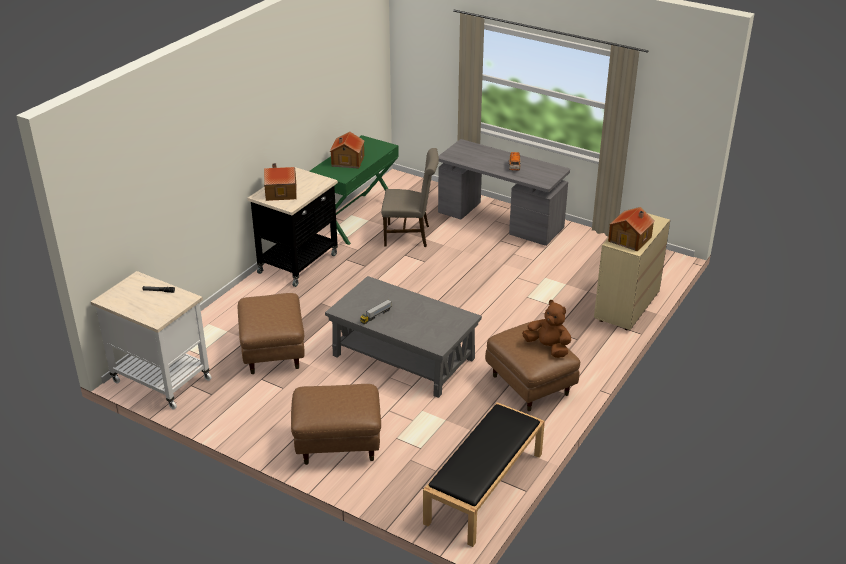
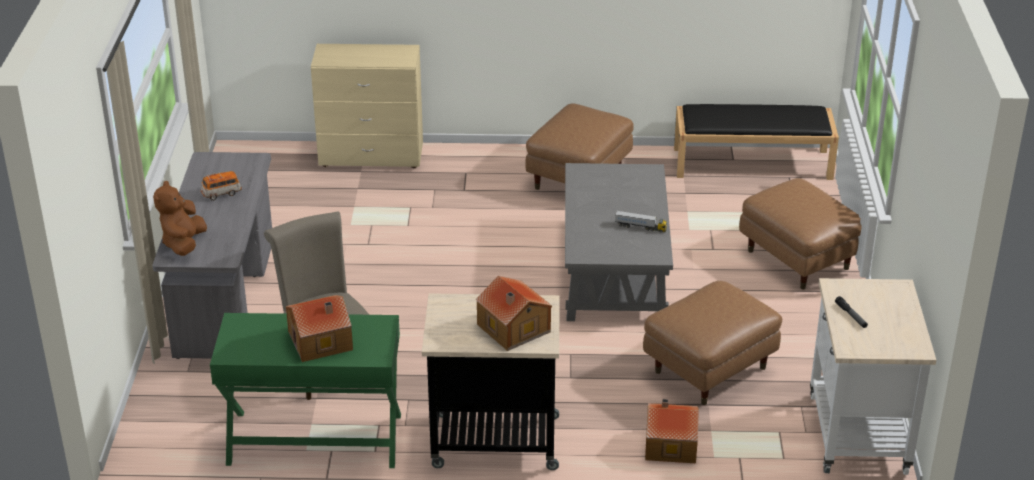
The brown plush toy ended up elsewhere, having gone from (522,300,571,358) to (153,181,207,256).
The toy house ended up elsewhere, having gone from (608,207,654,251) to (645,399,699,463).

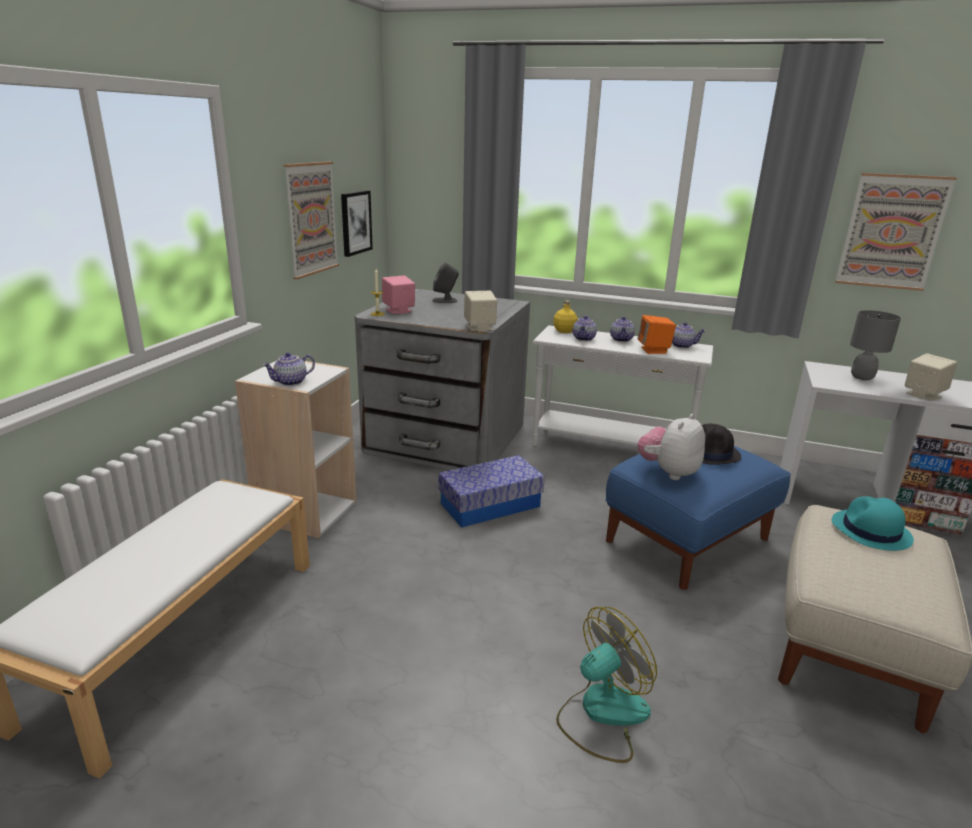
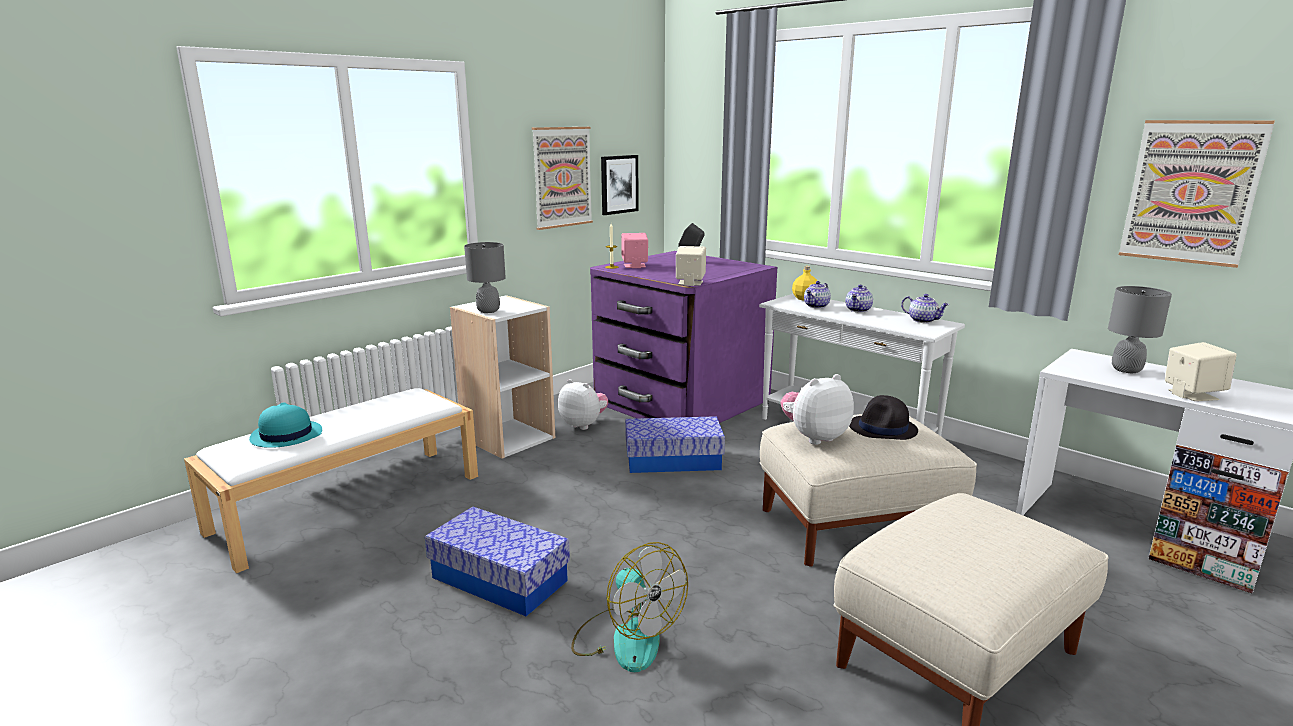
The turquoise hat ended up elsewhere, having gone from (832,496,914,551) to (249,403,322,448).
The second view gained the storage box at (425,507,570,616).
Where the teapot stood at (263,352,315,386), the grey table lamp came to stand at (464,242,506,313).
The second view gained the plush toy at (558,379,608,430).
The fan at (556,607,657,763) ended up facing another way, 60 degrees clockwise from before.
What was the grey dresser at (355,289,530,470) turned into the purple dresser at (590,251,777,423).
What was the blue ottoman at (605,446,791,590) turned into the beige ottoman at (760,414,977,566).
The second view lost the orange speaker at (638,315,676,354).

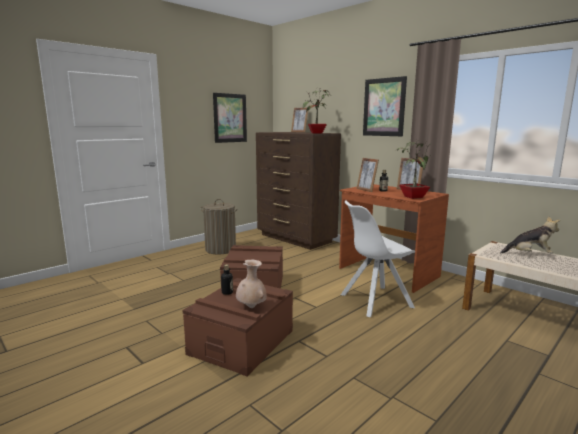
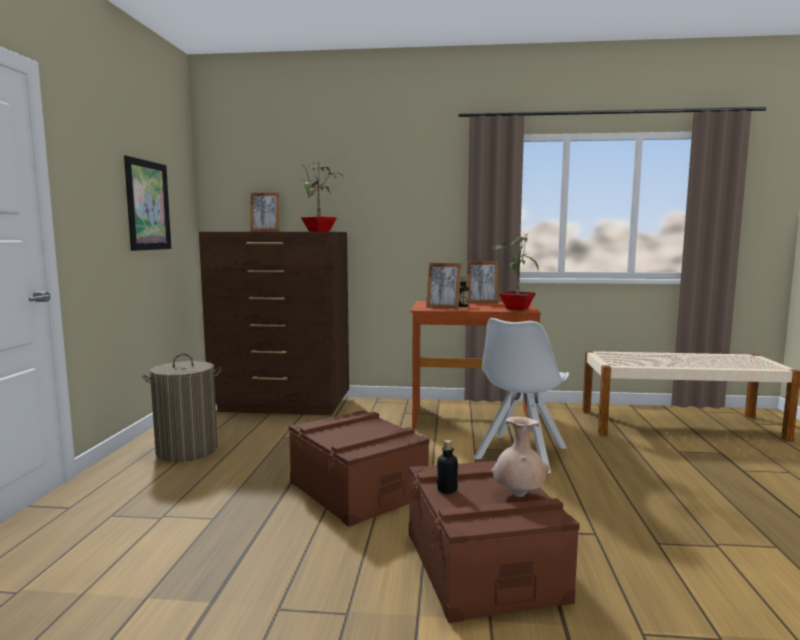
The second view lost the picture at (363,76,407,136).
The second view lost the plush toy at (500,216,560,254).

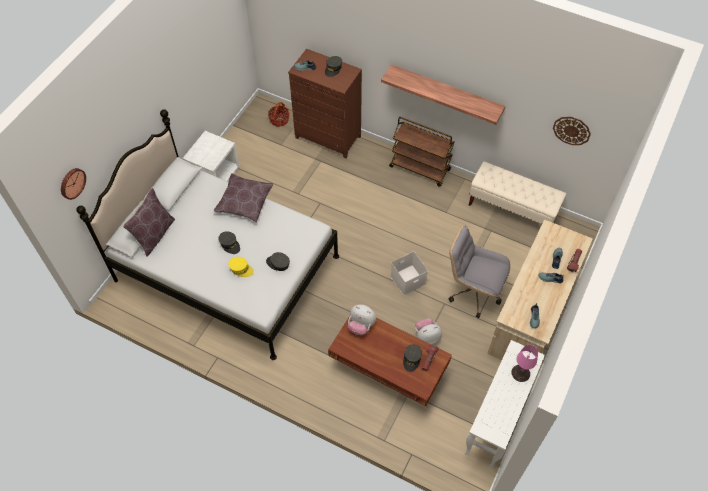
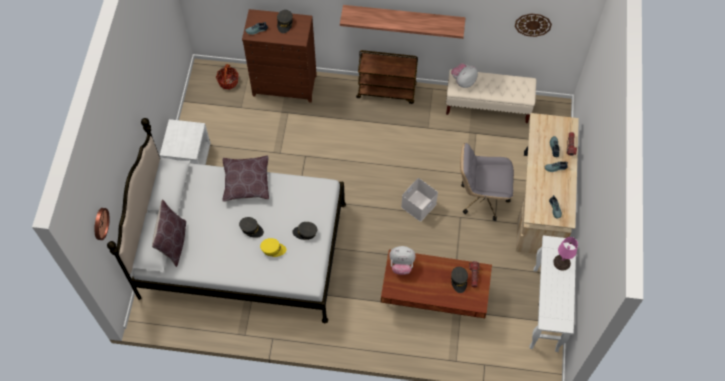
The plush toy ended up elsewhere, having gone from (415,318,442,345) to (451,63,478,88).

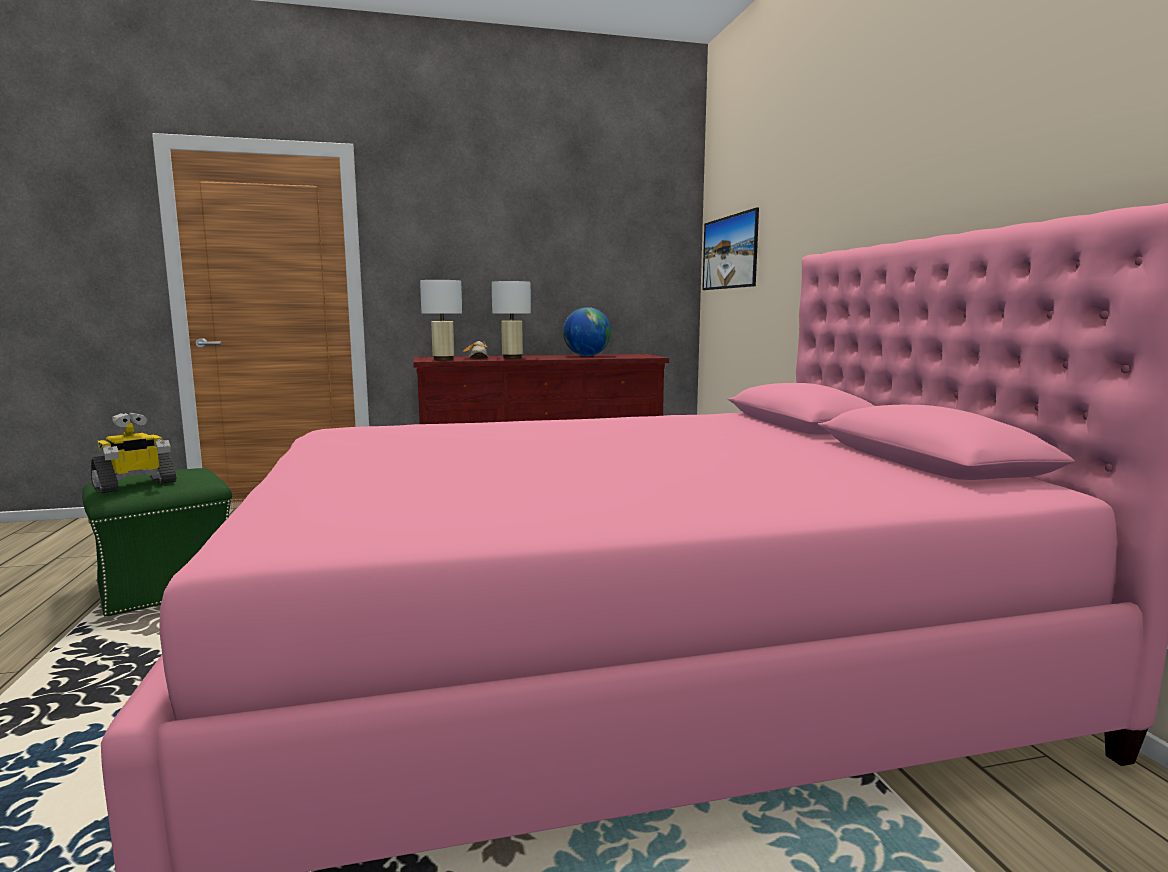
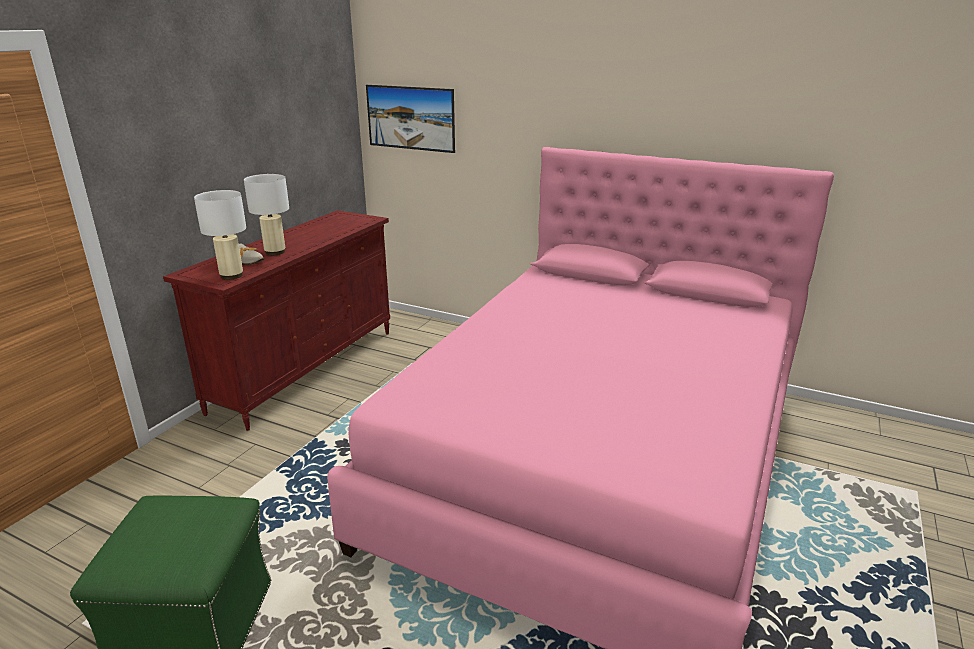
The second view lost the toy robot at (91,412,177,493).
The second view lost the globe at (563,307,611,356).

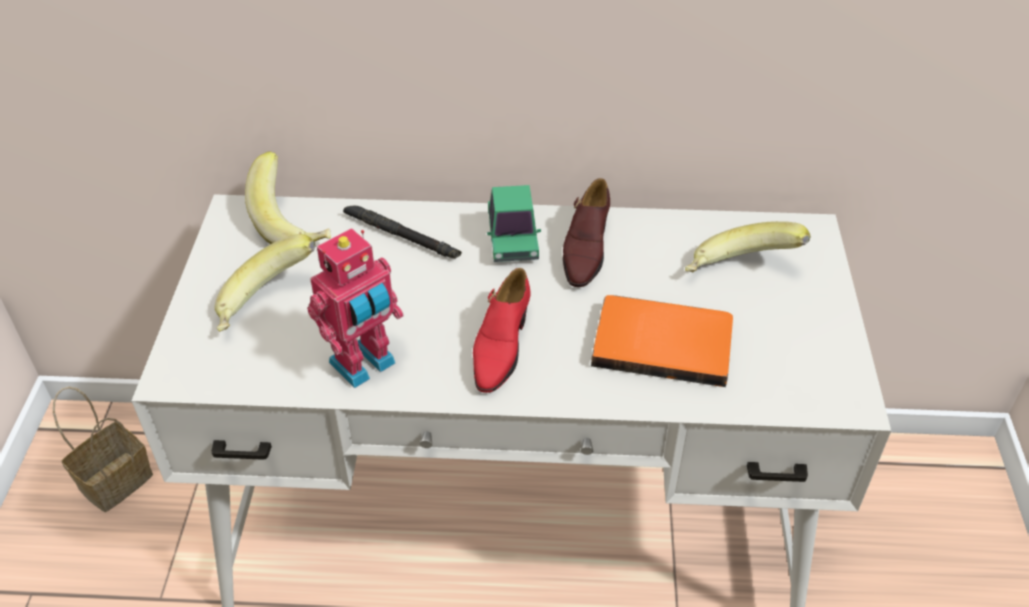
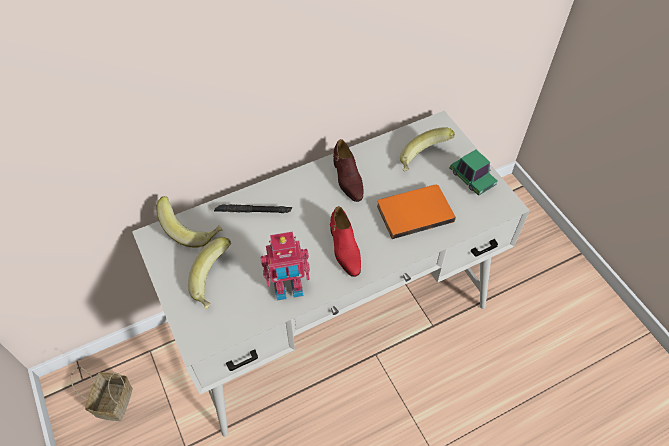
The toy robot at (307,228,403,388) ended up facing another way, 60 degrees clockwise from before.
The toy car ended up elsewhere, having gone from (487,185,541,262) to (449,150,497,196).

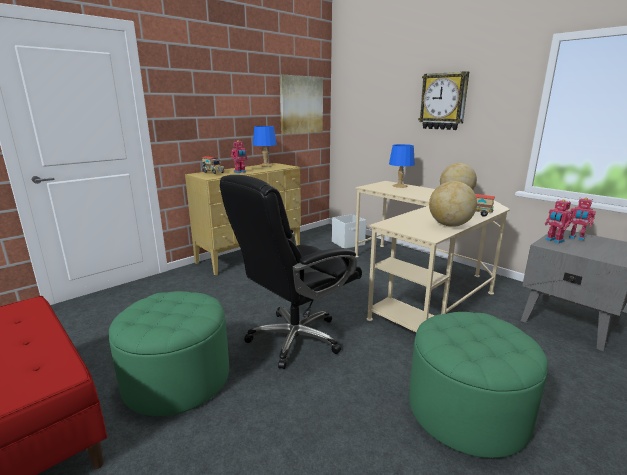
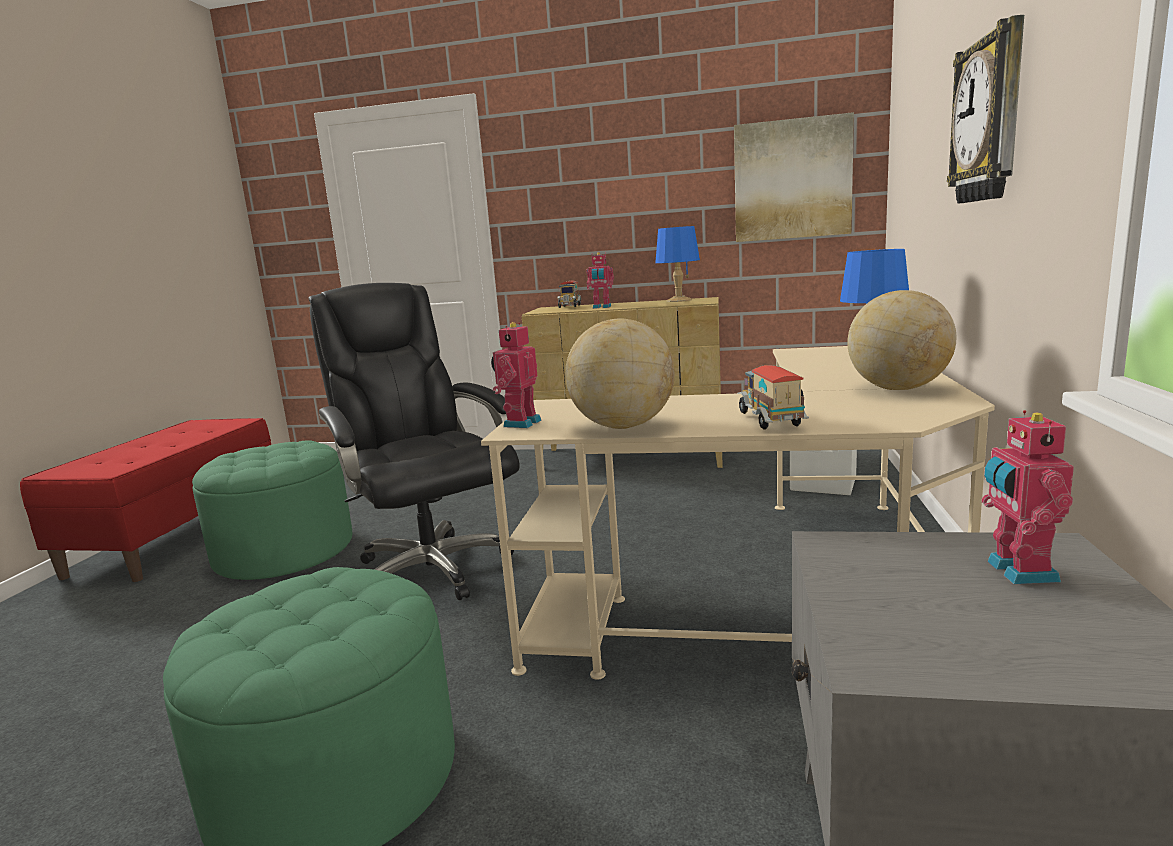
The black office chair at (220,175,362,369) ended up facing another way, 45 degrees clockwise from before.
The toy robot ended up elsewhere, having gone from (545,199,573,243) to (491,322,541,428).

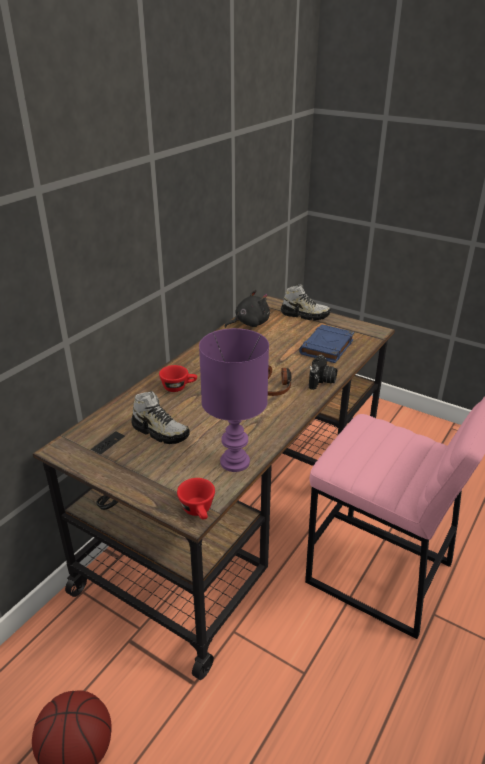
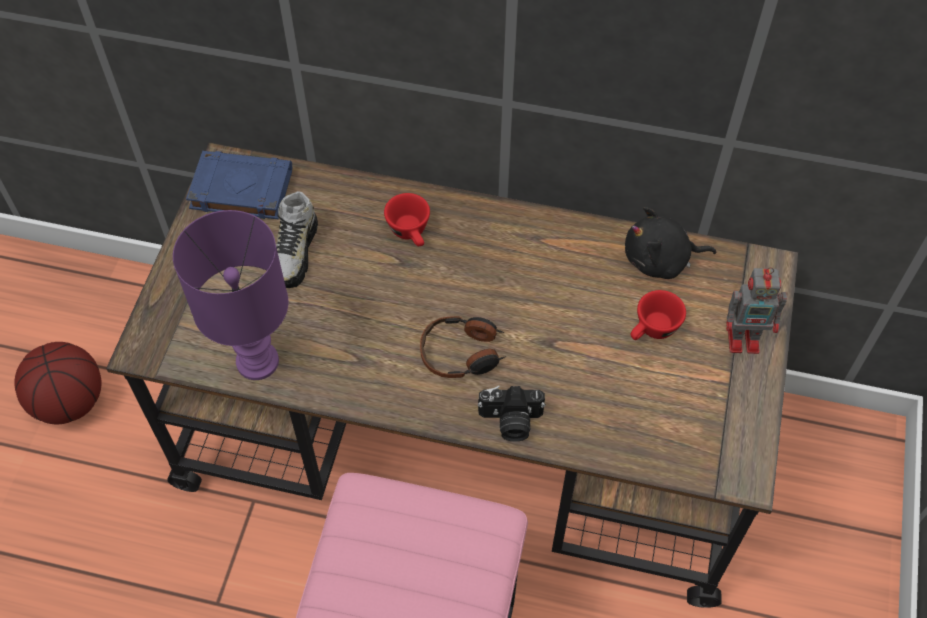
The blue book ended up elsewhere, having gone from (299,324,354,363) to (186,151,292,219).
The black plush toy at (225,290,270,328) ended up facing another way, 135 degrees clockwise from before.
The red cup ended up elsewhere, having gone from (177,478,215,520) to (631,290,686,340).
Where the shoe stood at (281,284,331,320), the toy robot came to stand at (726,268,787,354).

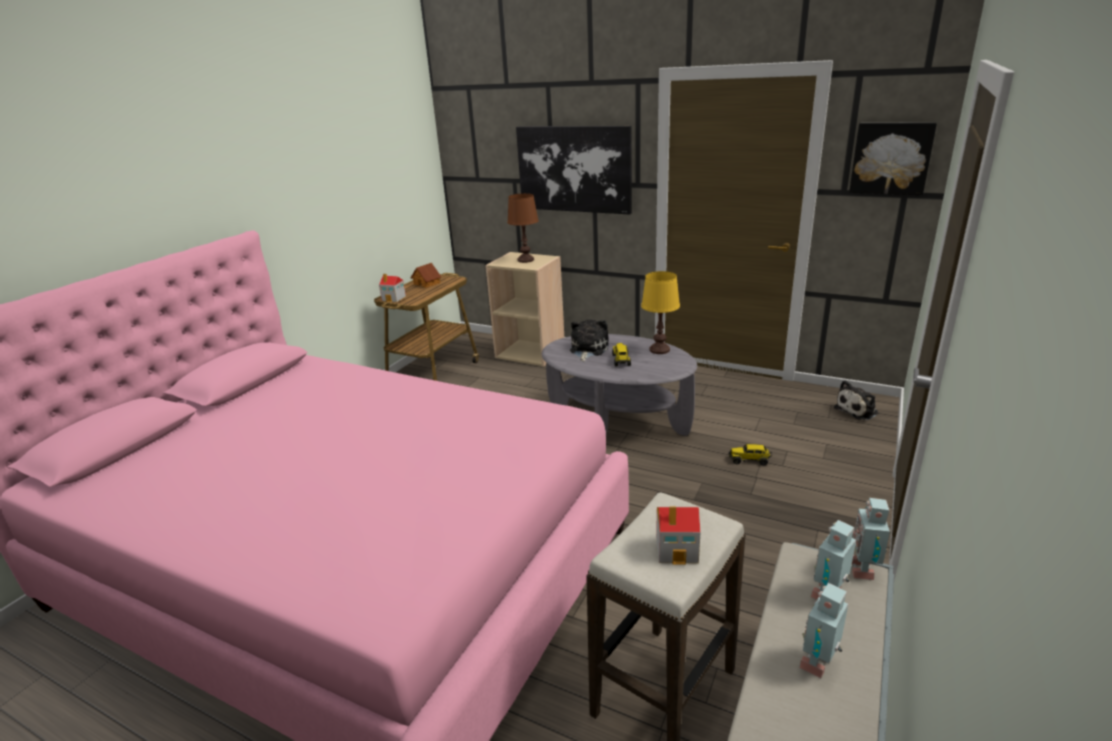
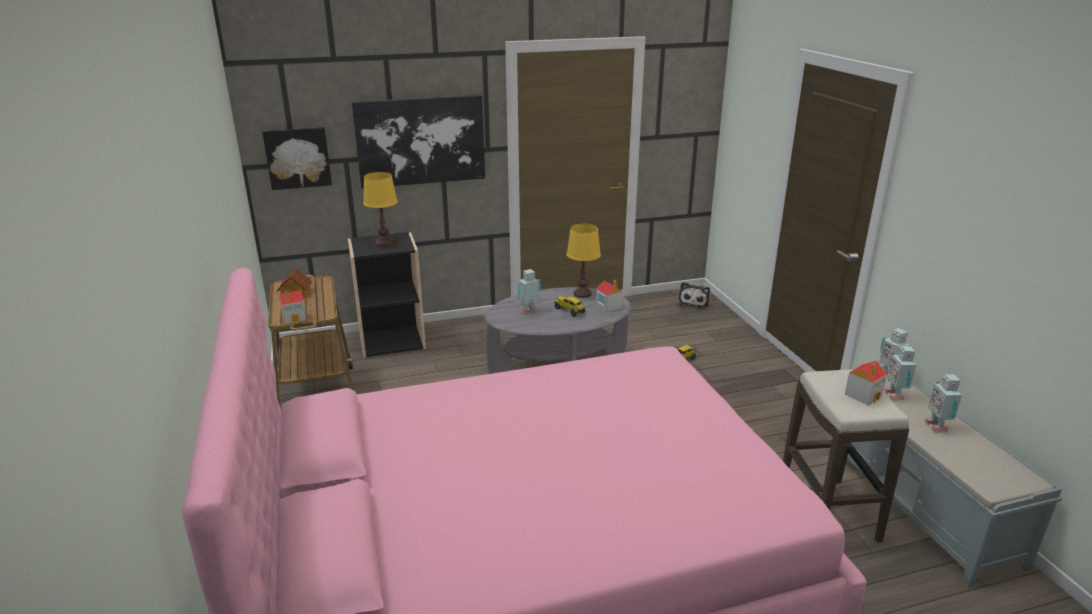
The picture ended up elsewhere, having gone from (849,122,937,195) to (262,127,332,190).
What was the beige bookcase at (485,252,564,366) turned into the black bookcase at (348,232,426,357).
What was the brown table lamp at (507,193,539,263) turned into the yellow table lamp at (363,172,398,246).
Where the plush toy stood at (570,319,609,361), the toy robot came to stand at (518,269,541,314).
The second view gained the toy house at (596,280,622,312).

